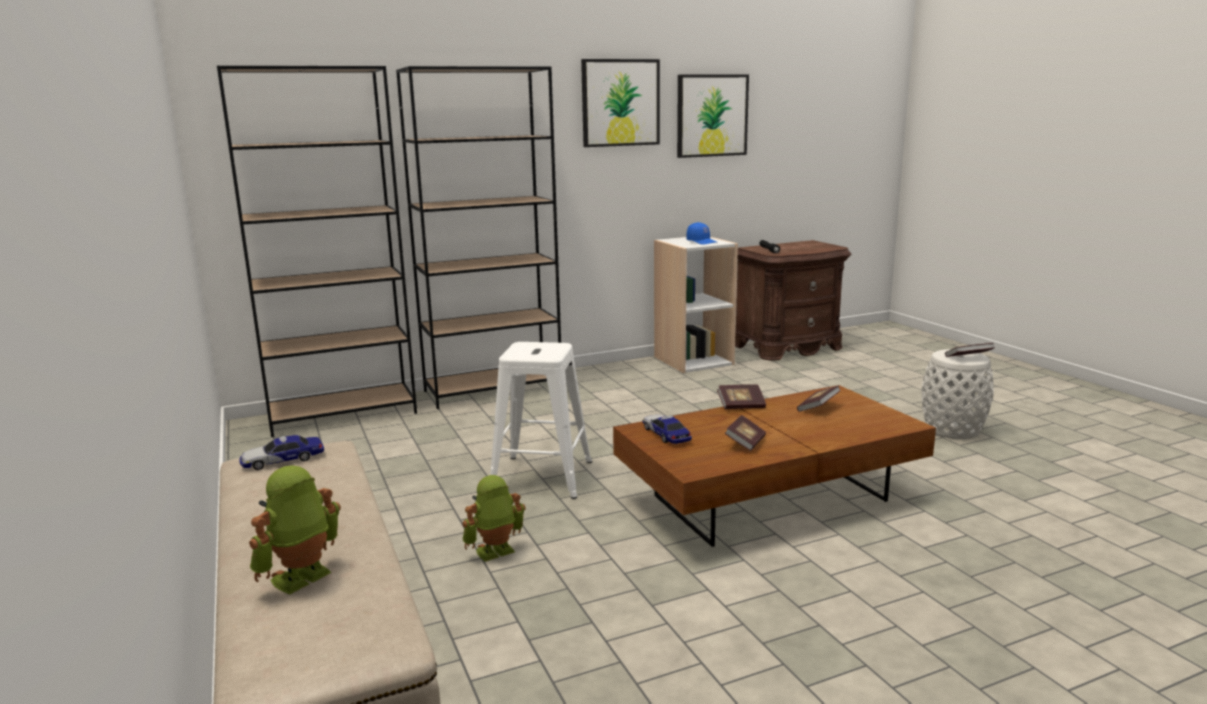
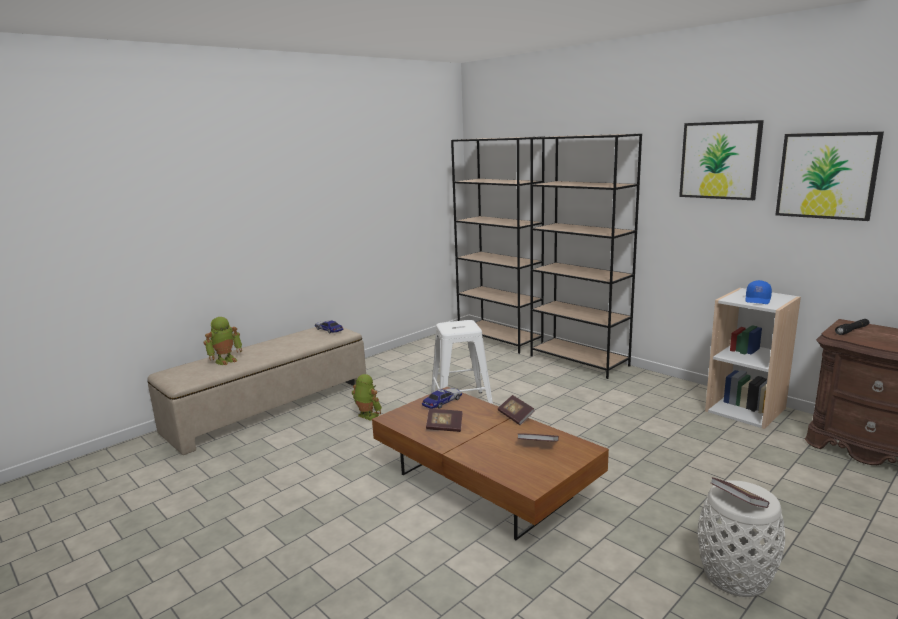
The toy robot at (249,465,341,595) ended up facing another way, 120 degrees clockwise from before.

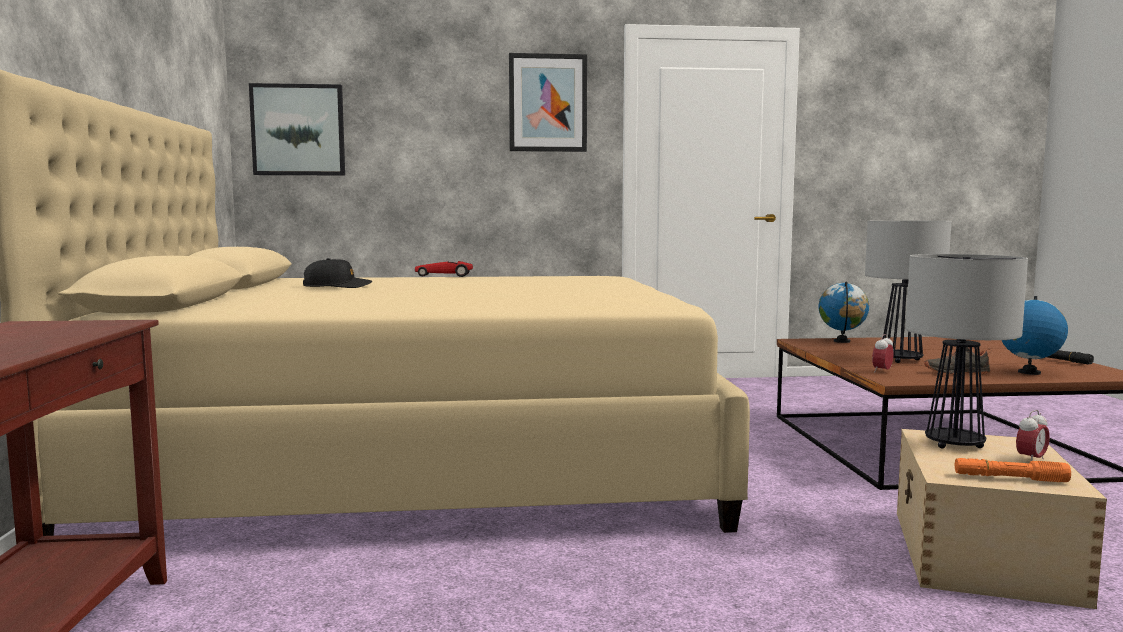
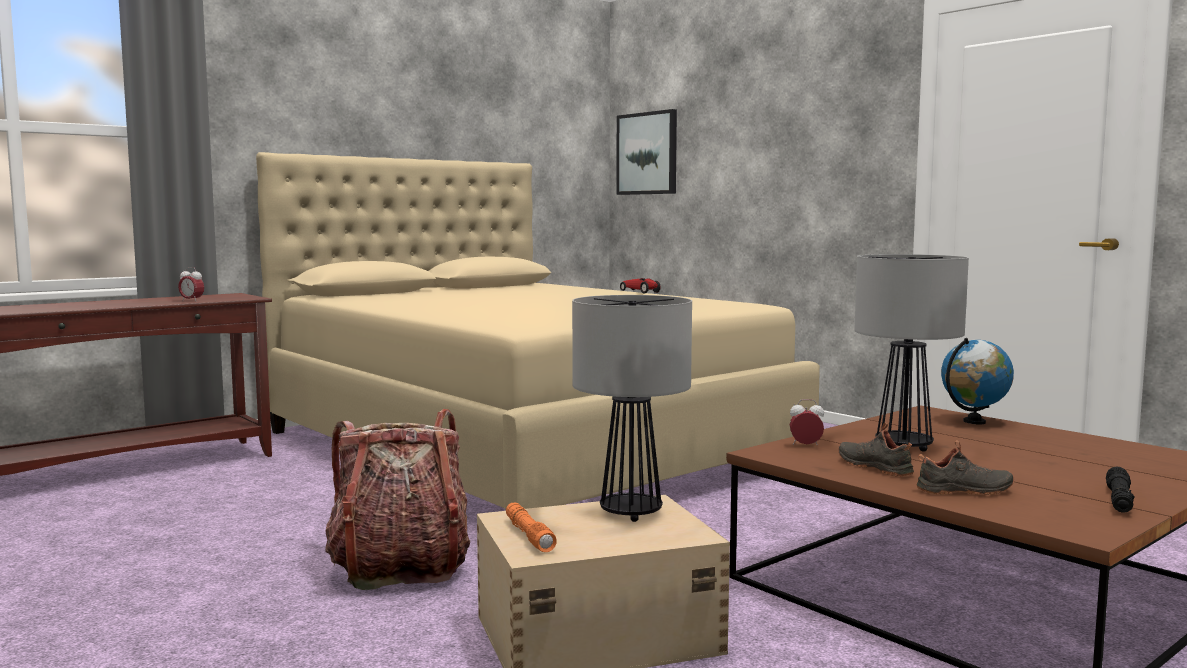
The alarm clock ended up elsewhere, having gone from (1016,410,1050,461) to (178,267,204,302).
The second view gained the backpack at (325,409,470,590).
Where the globe stood at (1001,296,1068,375), the black shoe came to stand at (917,441,1014,495).
The second view lost the black cap at (303,258,372,288).
The second view lost the picture at (509,53,587,152).

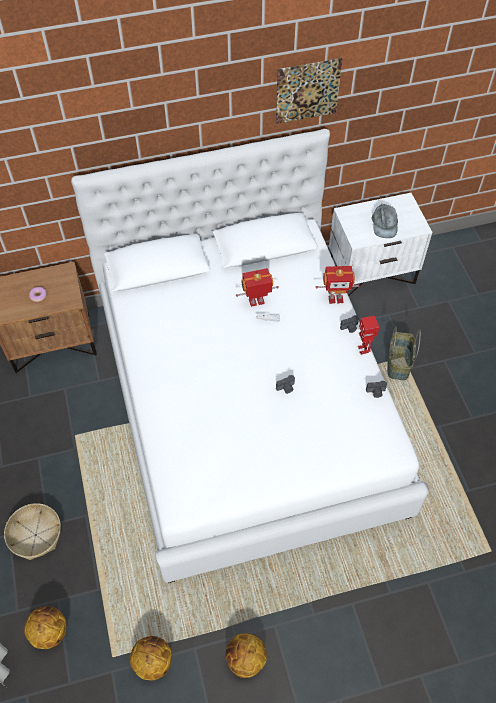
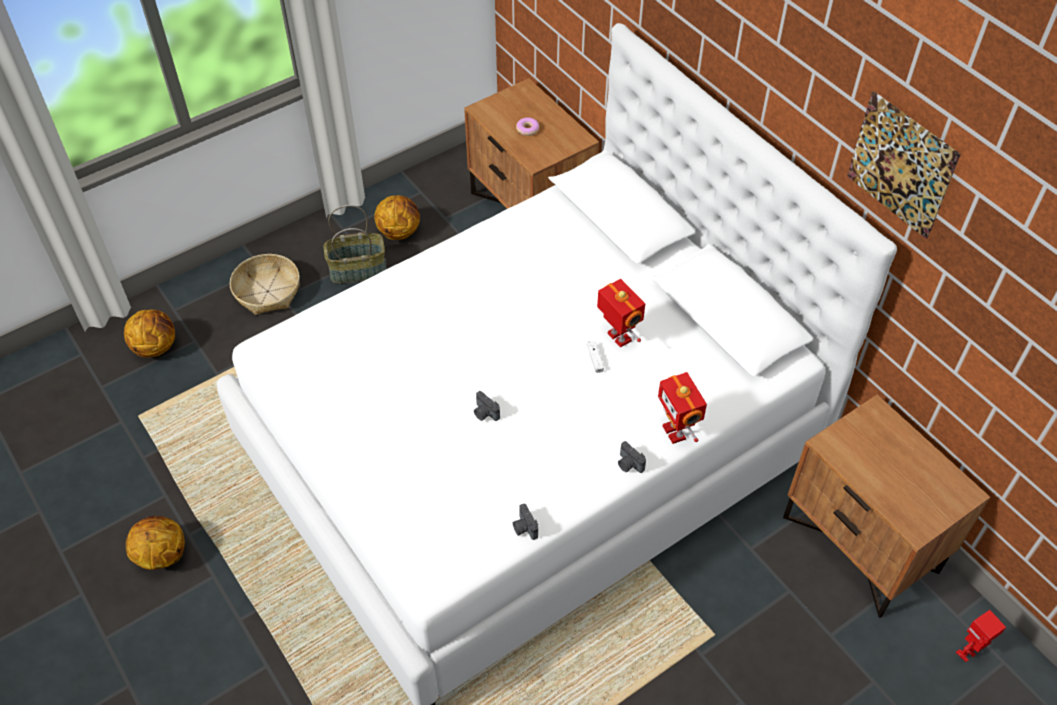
The basket ended up elsewhere, having gone from (387,326,421,380) to (323,205,386,283).
The basketball ended up elsewhere, having gone from (130,636,172,681) to (374,195,420,240).
What was the white nightstand at (329,193,432,296) turned into the brown nightstand at (783,395,990,618).
The toy robot ended up elsewhere, having gone from (358,316,379,355) to (956,610,1006,662).
The second view lost the grey cap at (372,204,398,238).

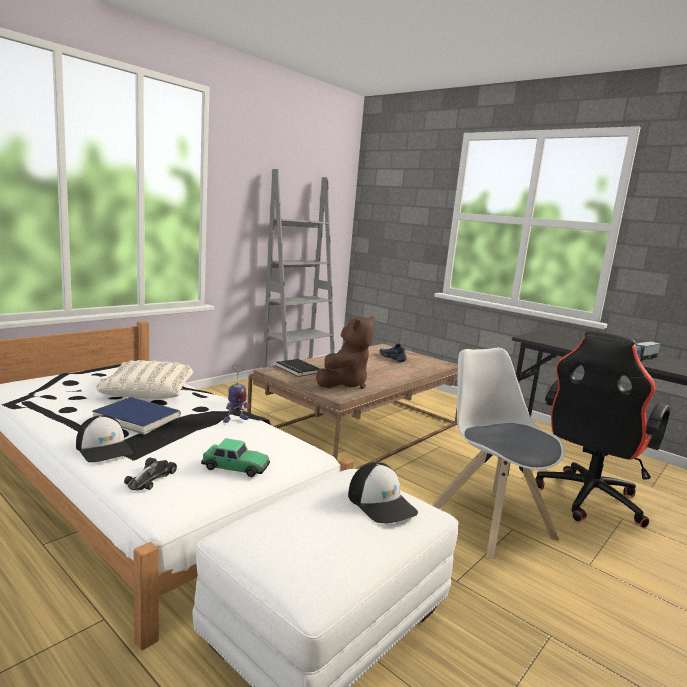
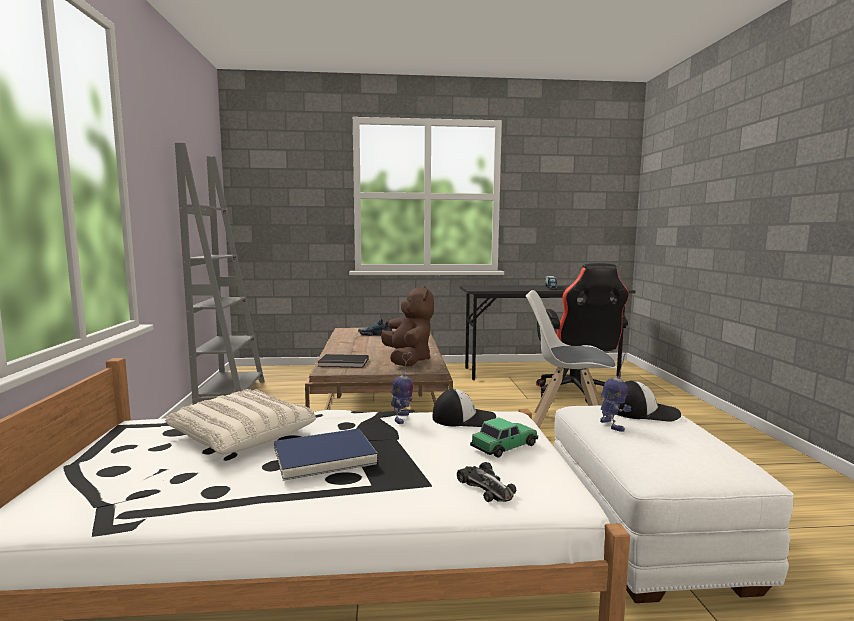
The cap ended up elsewhere, having gone from (76,415,133,462) to (432,389,496,427).
The second view gained the toy robot at (600,352,631,432).

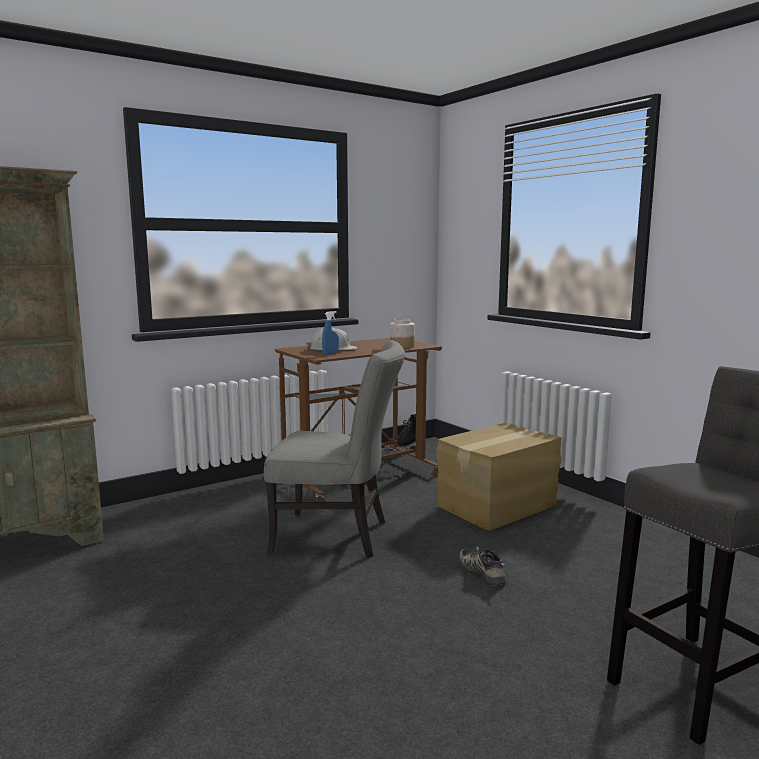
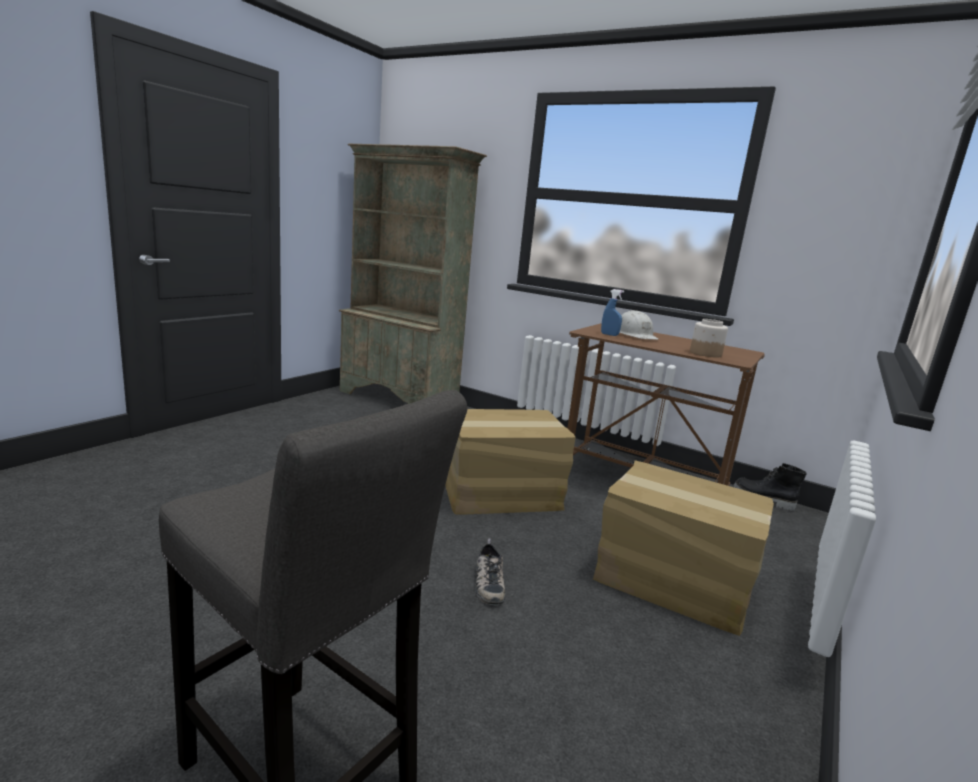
Where the grey chair stood at (264,340,406,558), the cardboard box came to stand at (445,409,576,514).
The shoe at (459,547,506,586) ended up facing another way, 135 degrees clockwise from before.

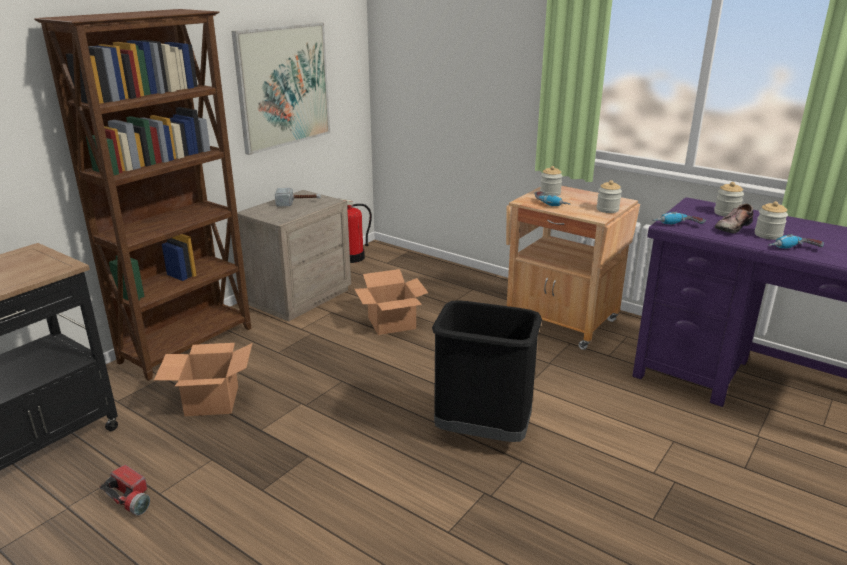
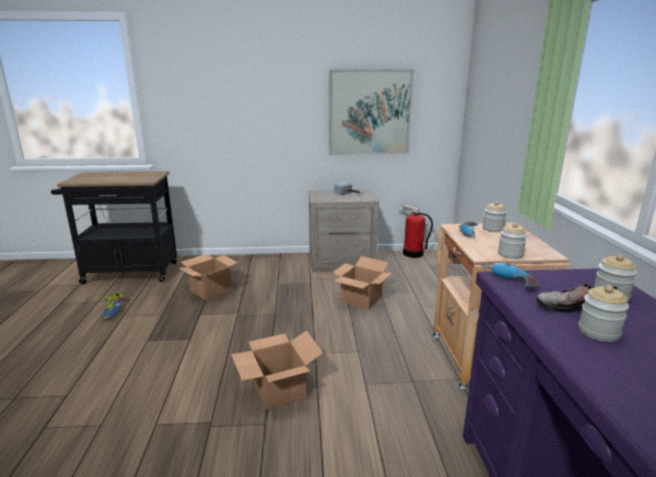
Where the flashlight stood at (99,465,150,515), the shoe came to stand at (101,291,125,320).
Where the black trash can stood at (432,300,542,442), the cardboard box came to stand at (231,331,323,410).
The second view lost the brown bookcase at (34,9,251,381).
The second view lost the power drill at (769,234,824,249).

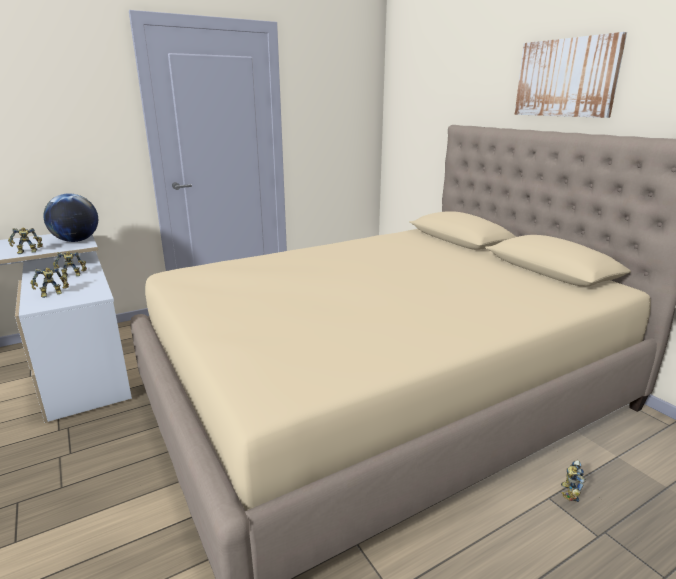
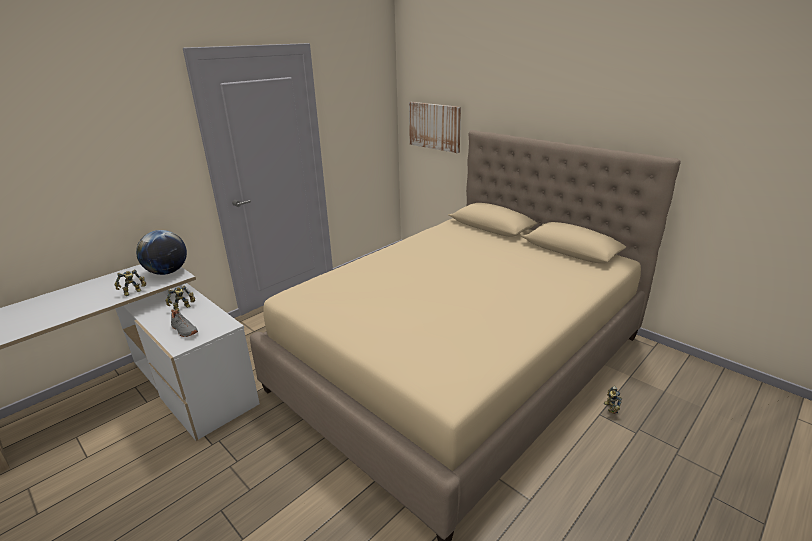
Where the toy robot stood at (30,267,69,298), the grey shoe came to stand at (171,309,198,337).
The picture ended up elsewhere, having gone from (514,32,627,118) to (409,102,461,153).

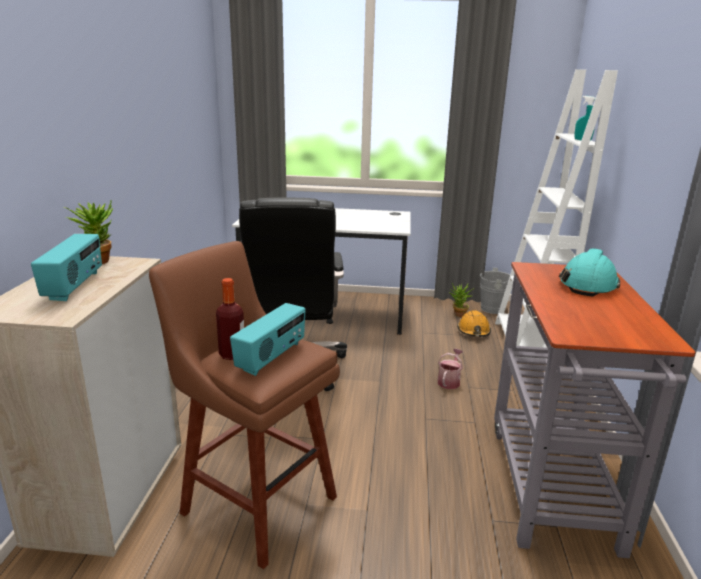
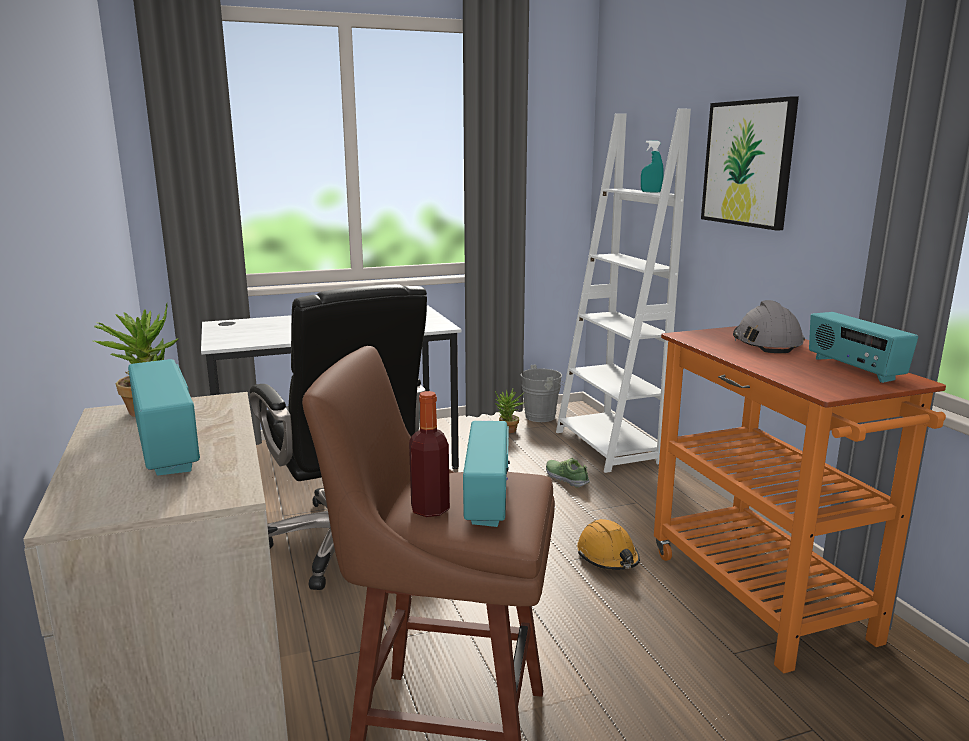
The second view gained the shoe at (546,458,590,488).
The orange hard hat ended up elsewhere, having gone from (457,310,491,337) to (577,519,640,570).
What was the grey cart at (494,262,696,558) turned into the orange cart at (654,326,946,673).
The second view gained the picture at (701,96,799,231).
What was the turquoise hard hat at (559,248,620,297) turned into the grey hard hat at (733,300,805,353).
The second view gained the radio at (809,312,918,383).
The second view lost the watering can at (438,349,463,389).

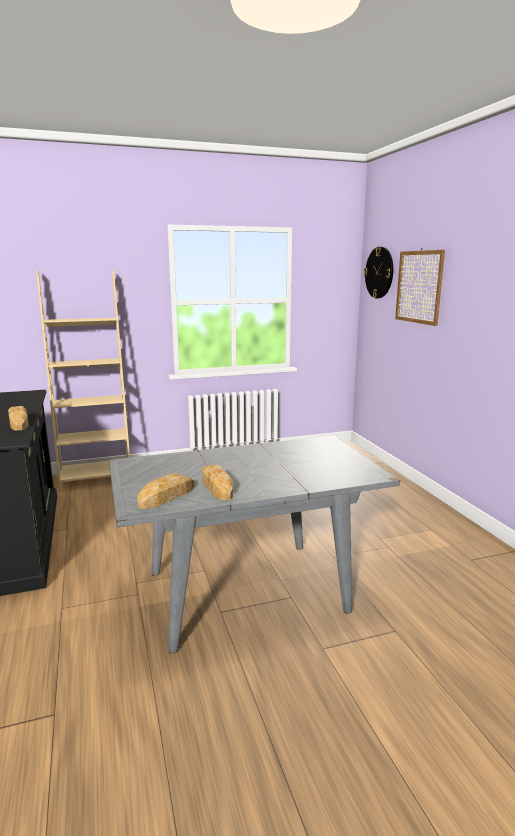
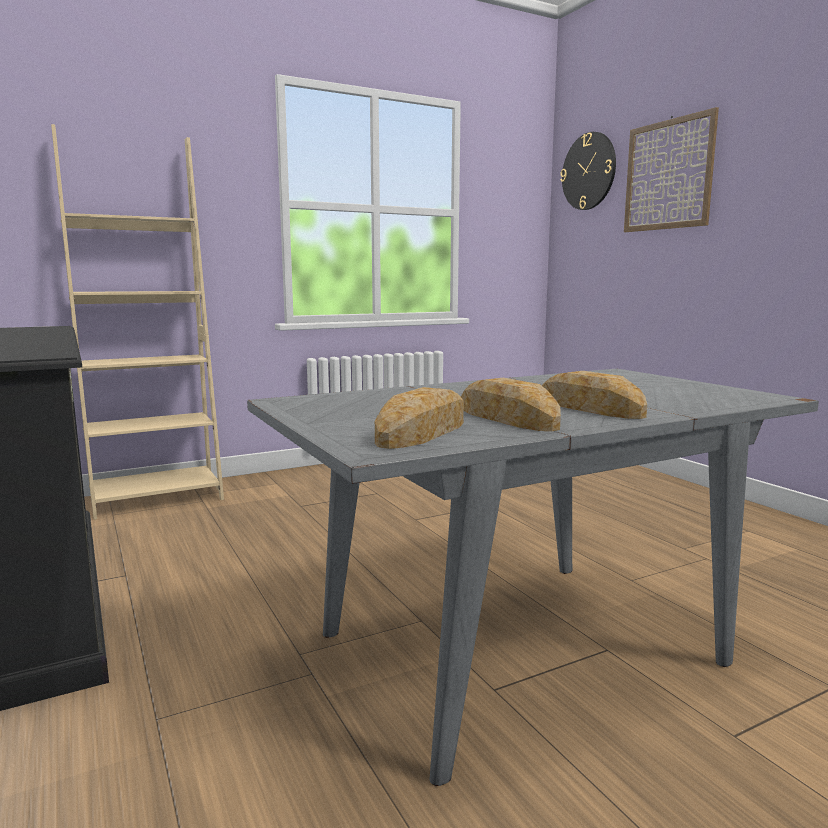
The bread ended up elsewhere, having gone from (8,406,29,431) to (542,371,647,419).

